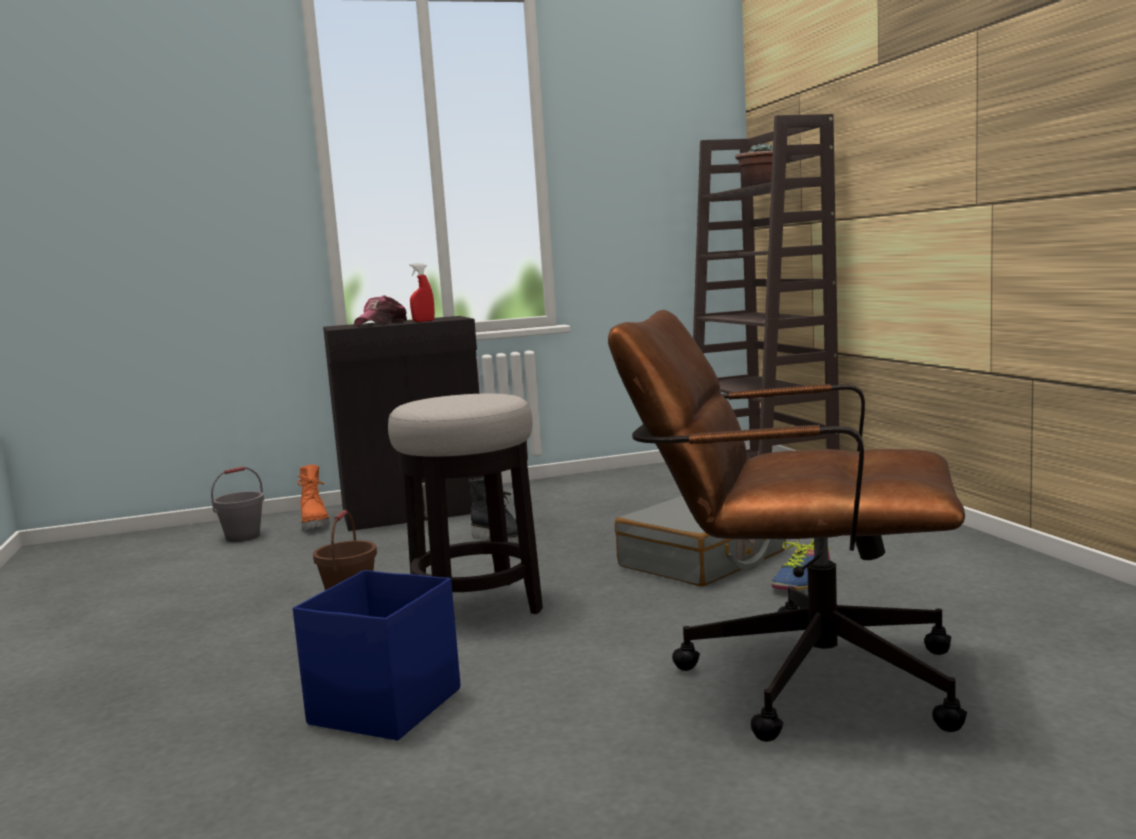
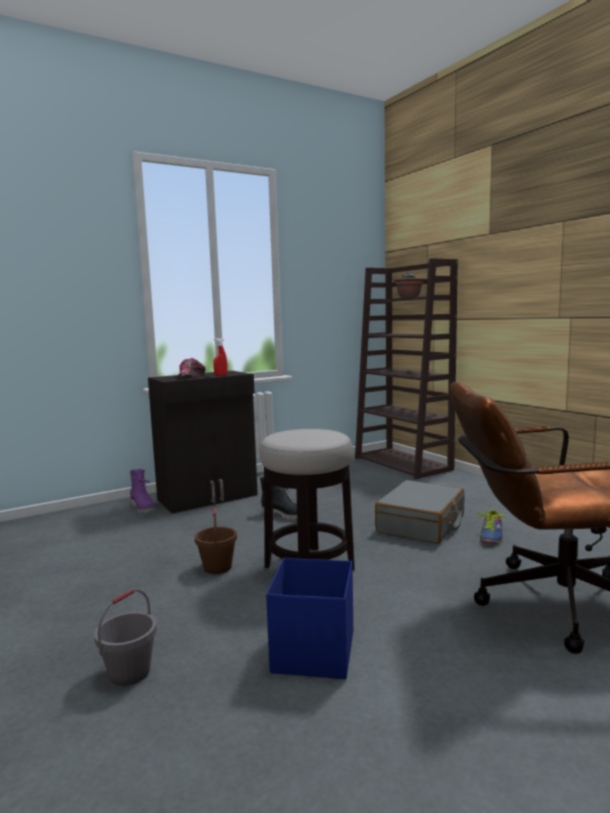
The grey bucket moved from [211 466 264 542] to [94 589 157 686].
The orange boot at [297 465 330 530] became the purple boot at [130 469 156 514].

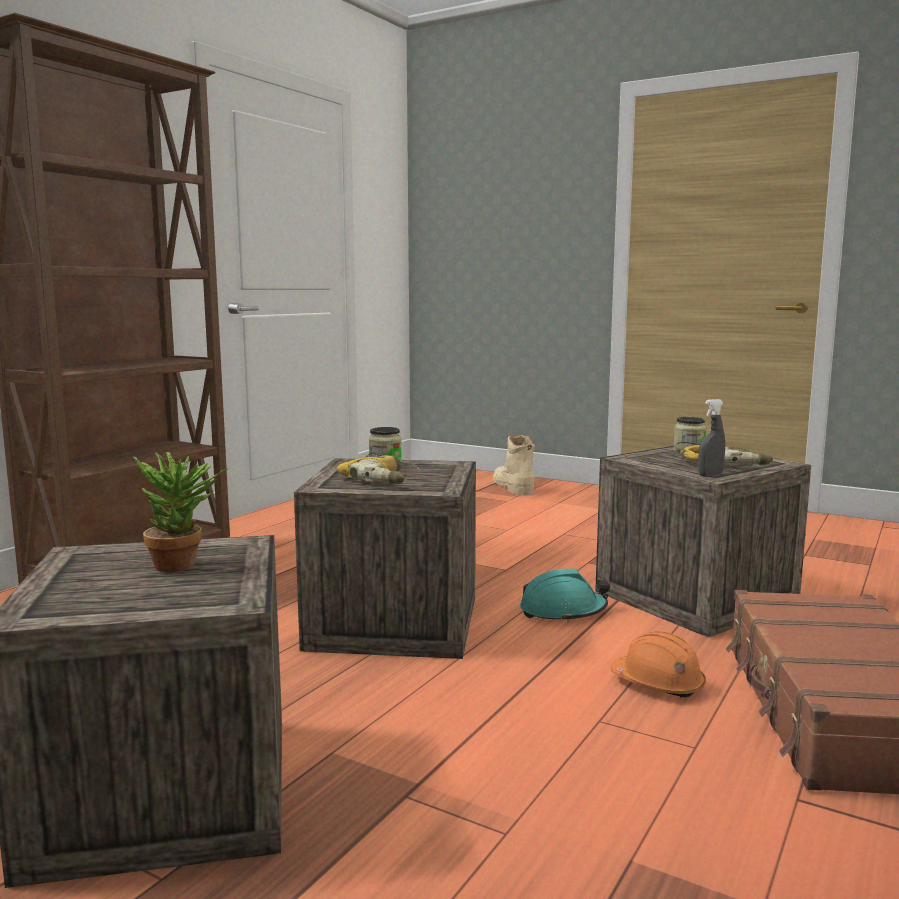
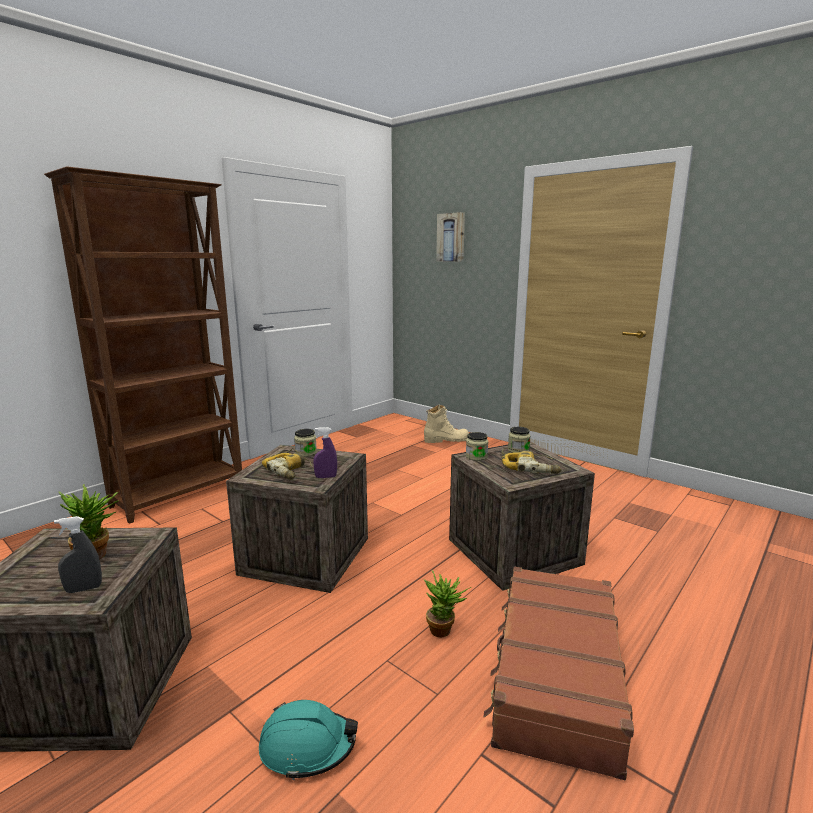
The grey spray bottle moved from [698 399 725 477] to [54 516 102 593].
The turquoise hard hat moved from [520 569 610 623] to [259 700 358 780].
The purple spray bottle at [313 427 337 478] appeared.
The beige boot at [493 436 535 496] turned 90 degrees clockwise.
The orange hard hat at [610 631 706 698] was replaced by the potted plant at [424 570 471 637].
The picture at [436 212 465 262] appeared.
The jar at [466 432 488 461] appeared.

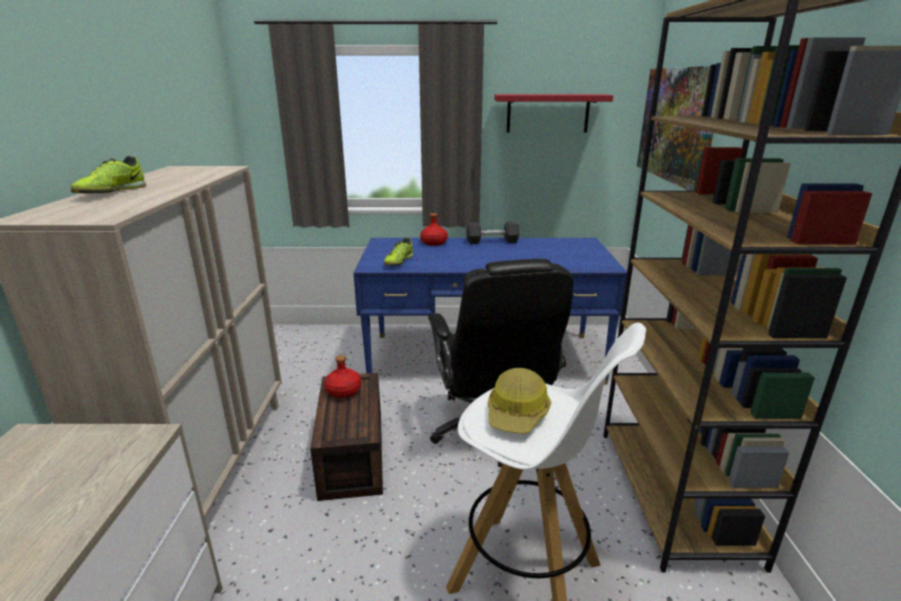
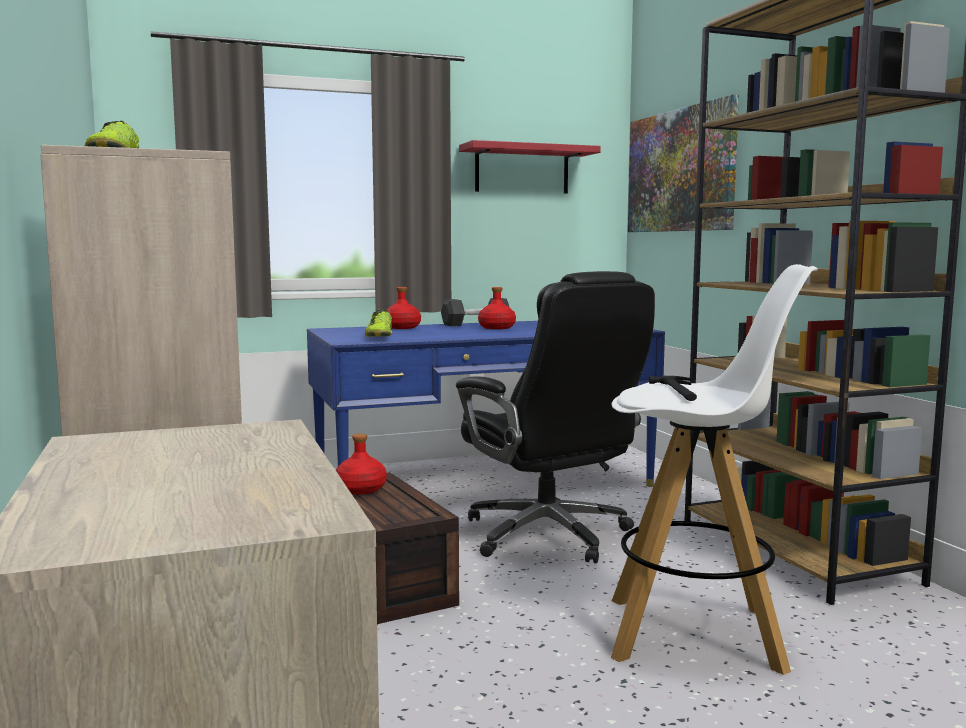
The red bottle at [478 287 516 329] appeared.
The hard hat at [488 368 551 434] was replaced by the hammer at [649 376 697 401].

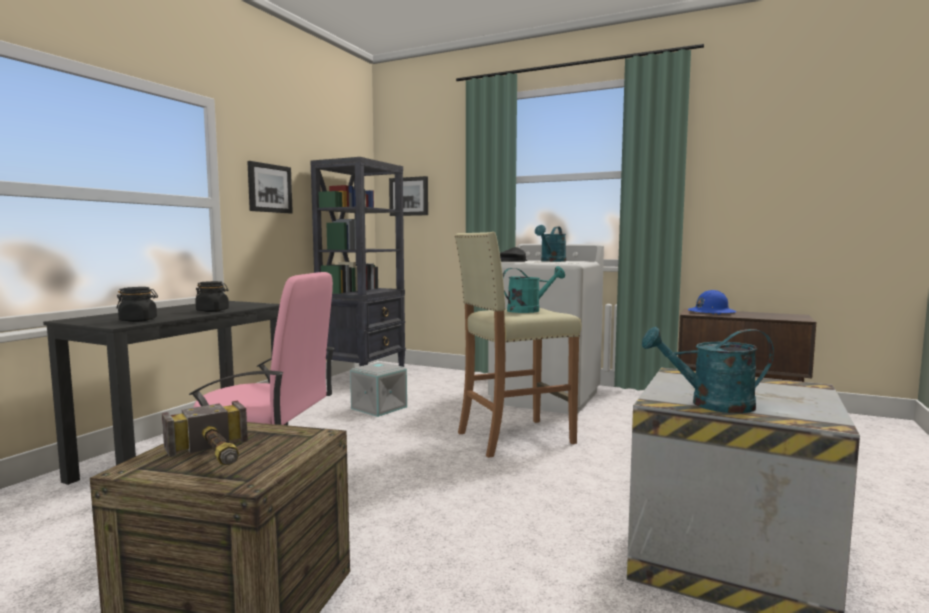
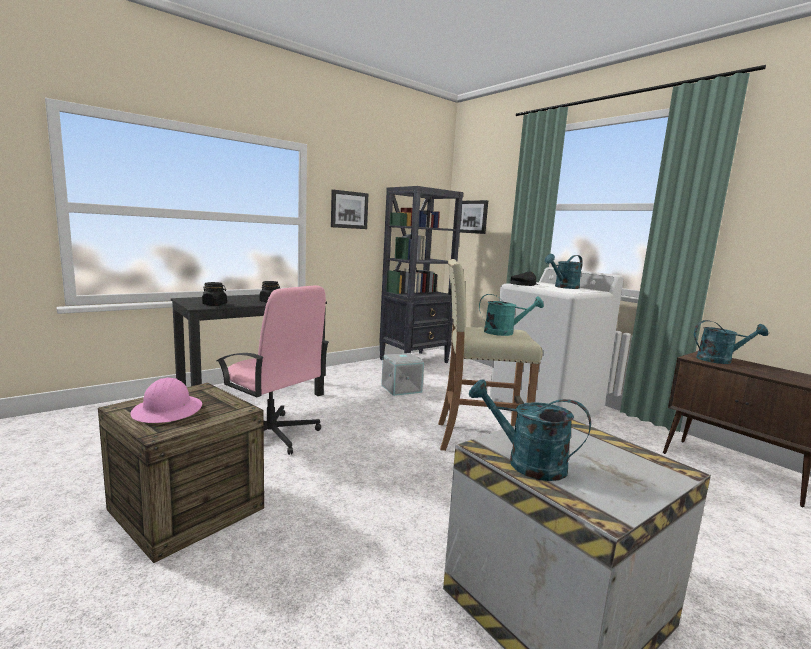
The hammer at [162 401 248 465] was replaced by the pink hard hat at [131 377 202 423].
The blue hard hat at [688 290 736 314] was replaced by the turquoise watering can at [694 320 768 364].

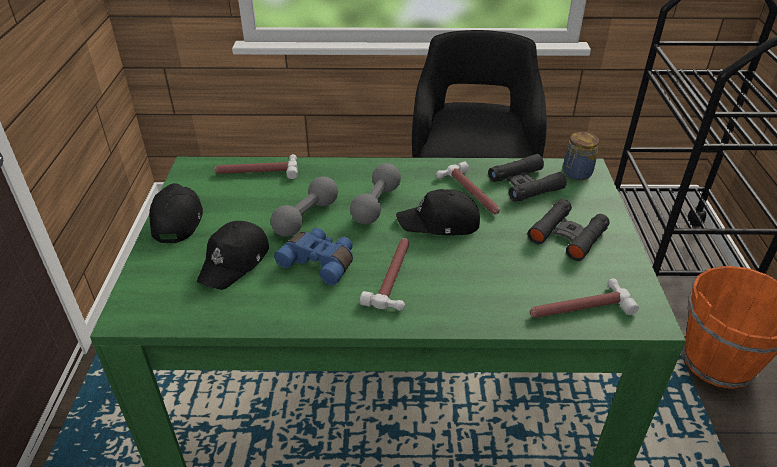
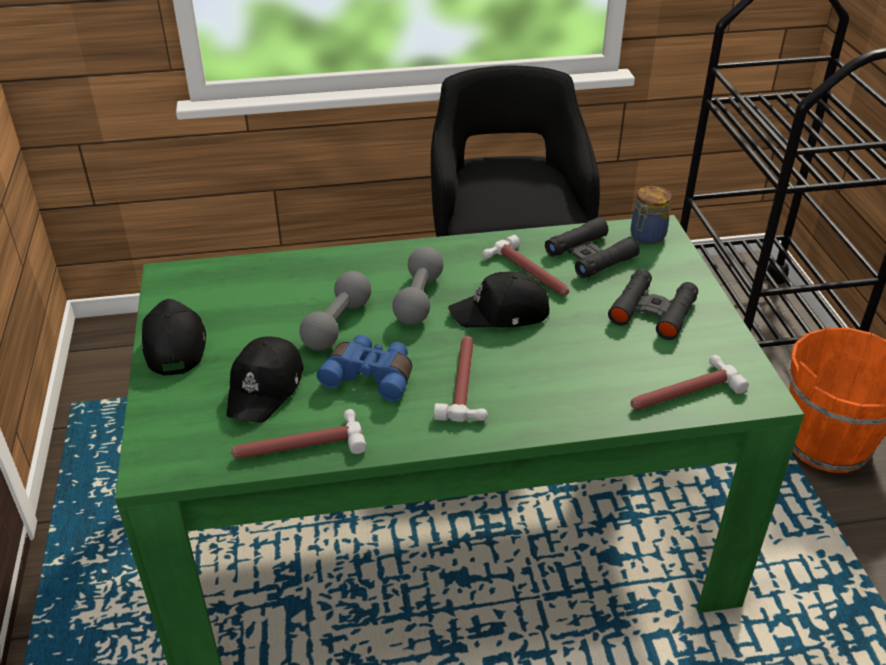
The hammer moved from [214 154 298 179] to [231 409 367 458].

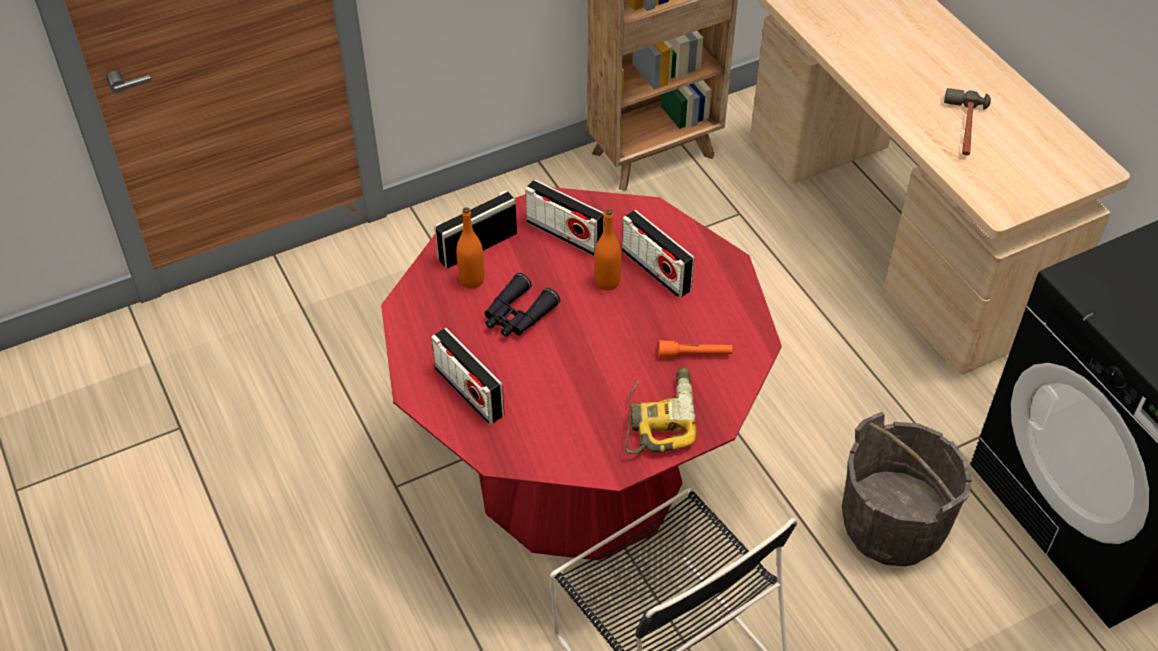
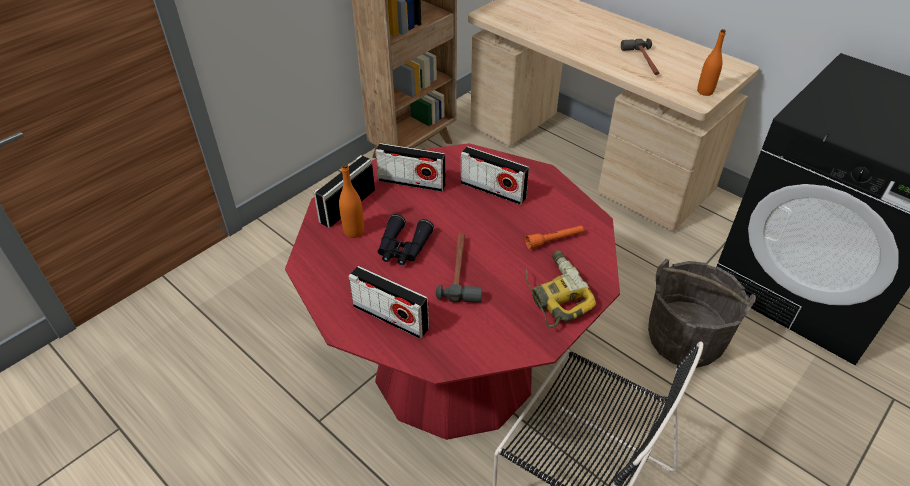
The hammer at [436 233 482 303] appeared.
The orange bottle moved from [595 209 621 290] to [697 29 726 96].

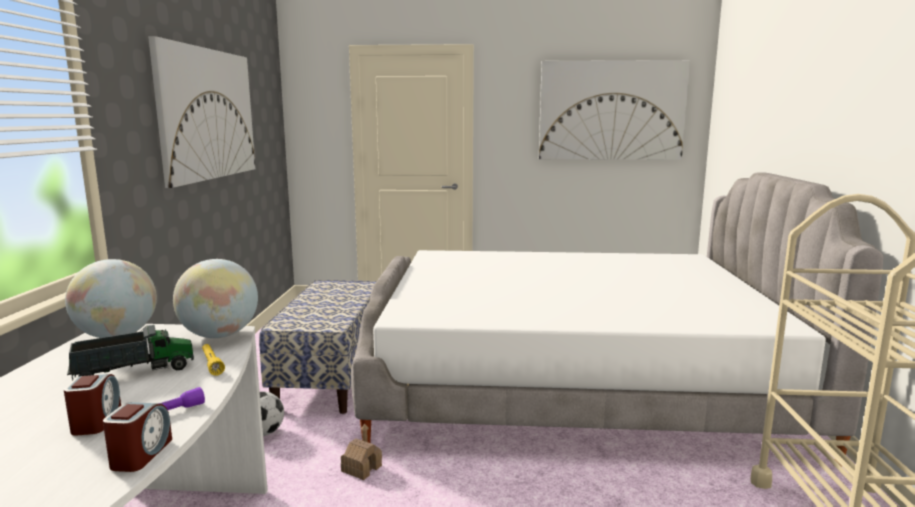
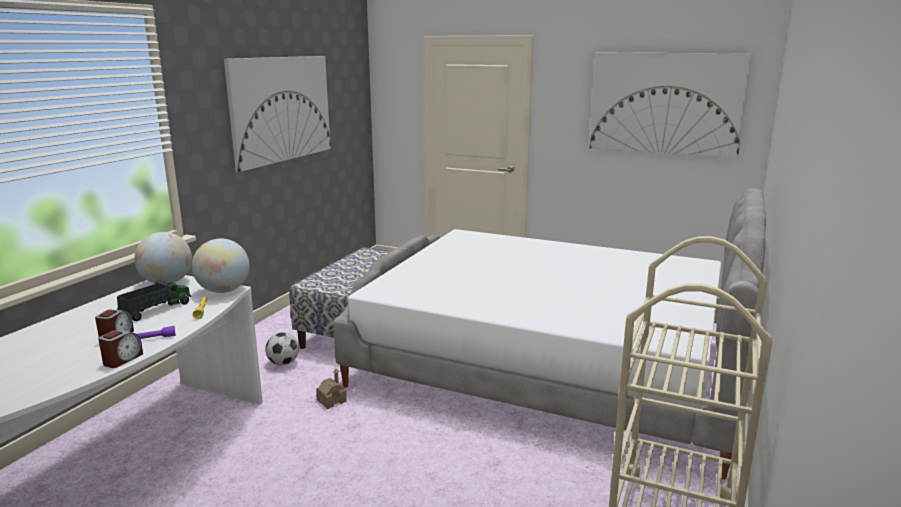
The toy truck at [67 325 194 381] turned 45 degrees counterclockwise.

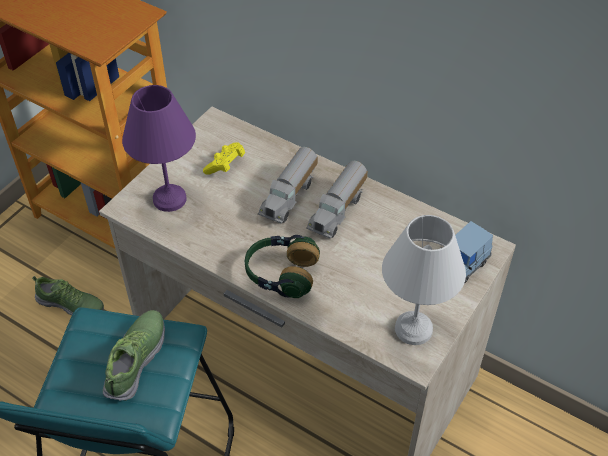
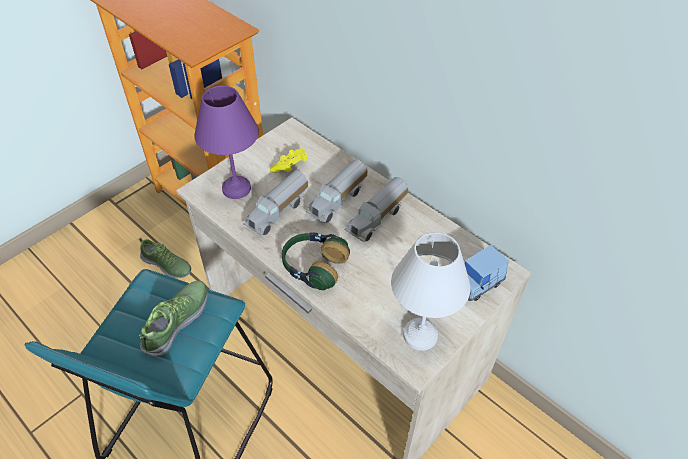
The toy truck at [243 170 308 235] appeared.

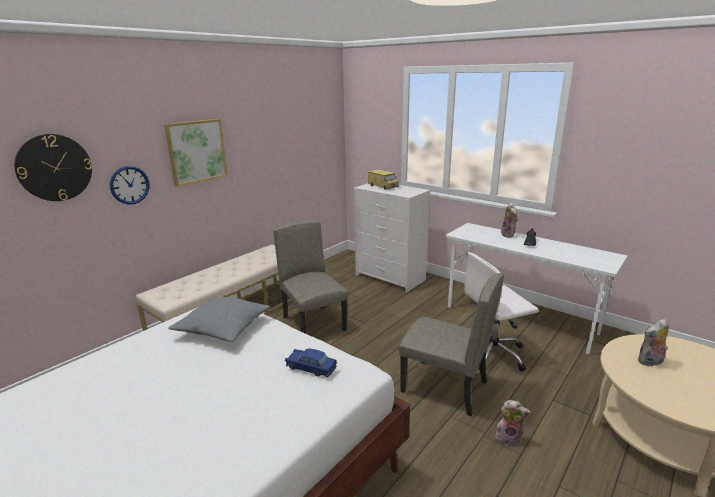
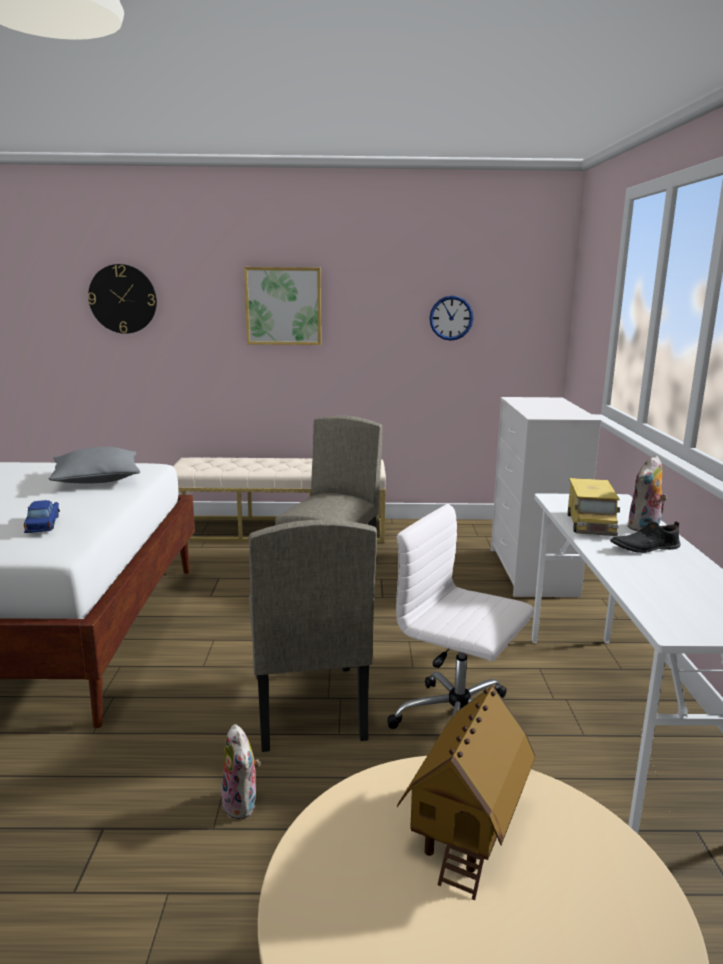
The plush toy at [637 319 669 366] was replaced by the toy house at [397 686 535 900].
The wall clock moved from [110 166 149 205] to [429 296 473 341].
The toy truck moved from [367 169 399 189] to [568 478 620 536].

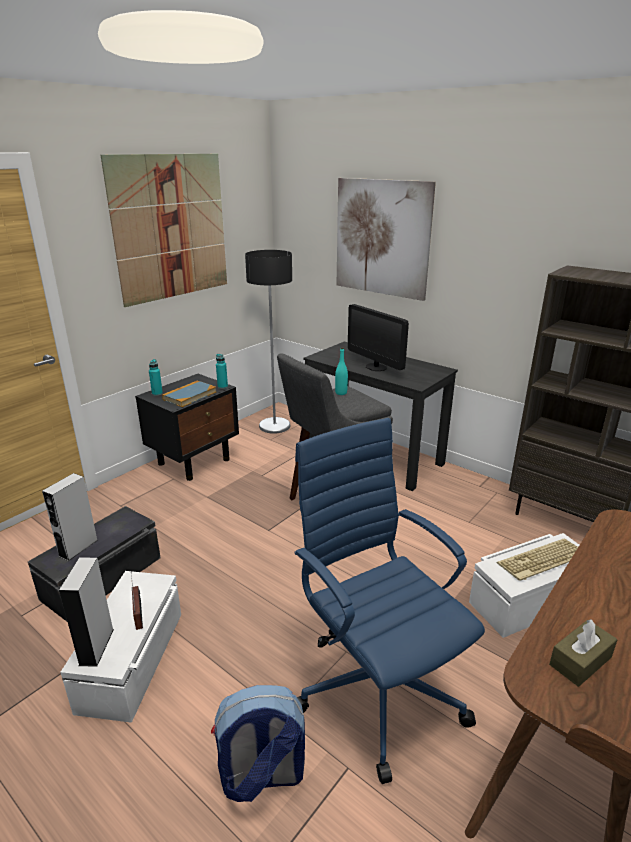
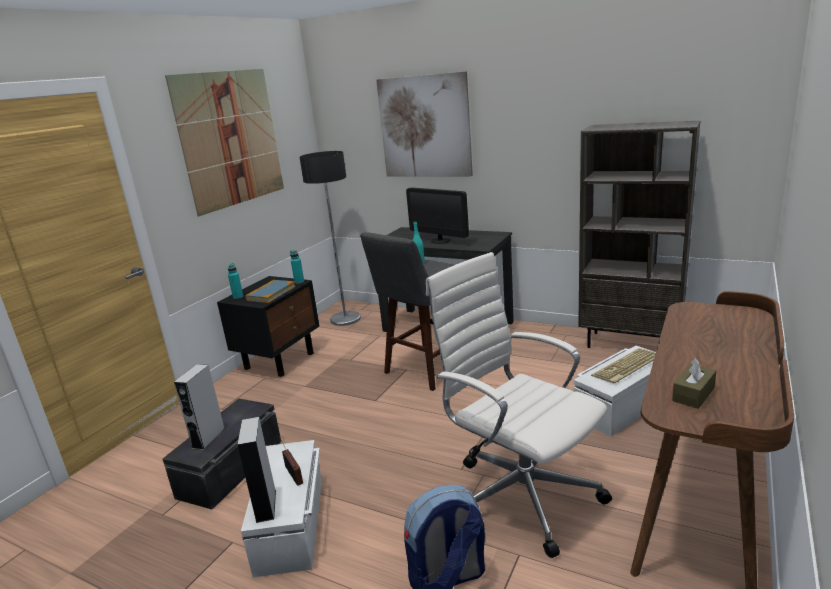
The blue office chair at [295 418 485 784] became the white office chair at [426 252 612 558].

